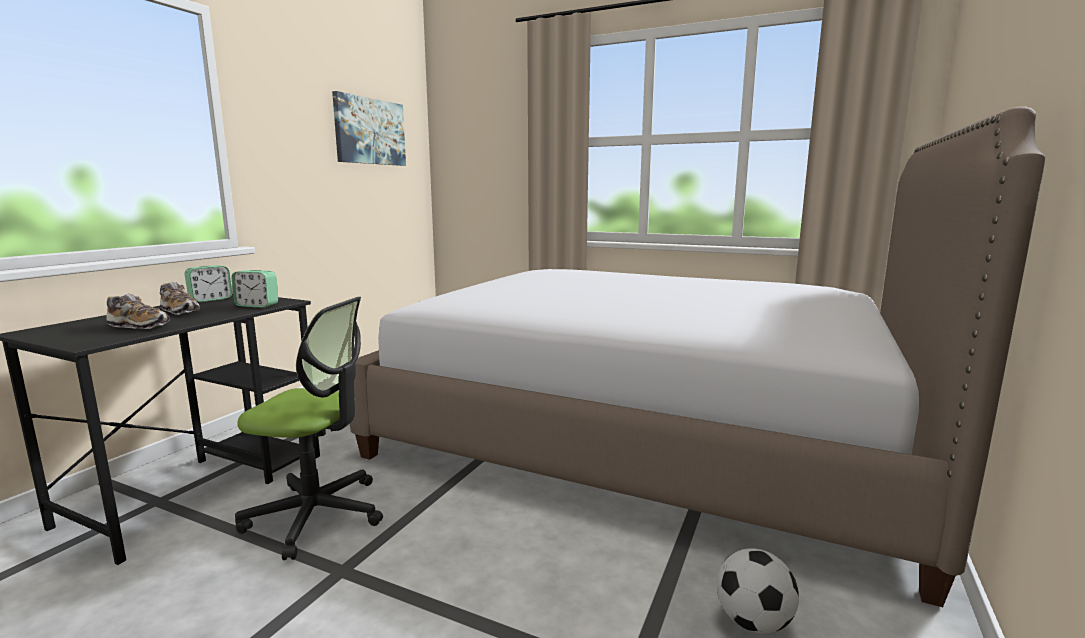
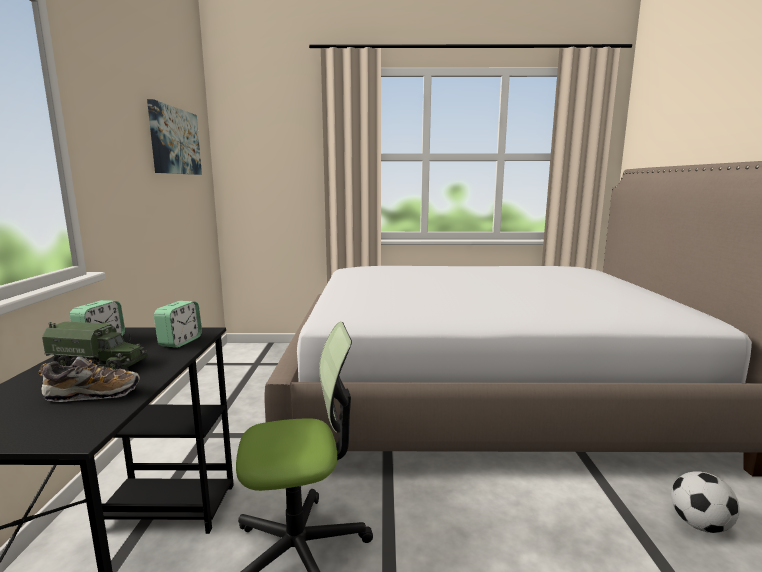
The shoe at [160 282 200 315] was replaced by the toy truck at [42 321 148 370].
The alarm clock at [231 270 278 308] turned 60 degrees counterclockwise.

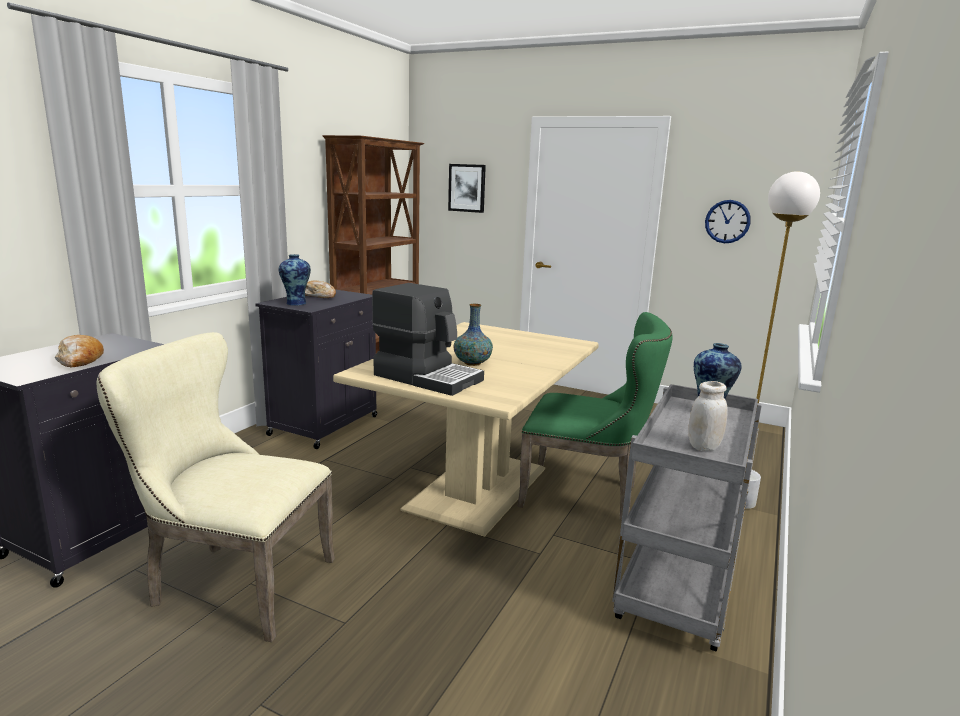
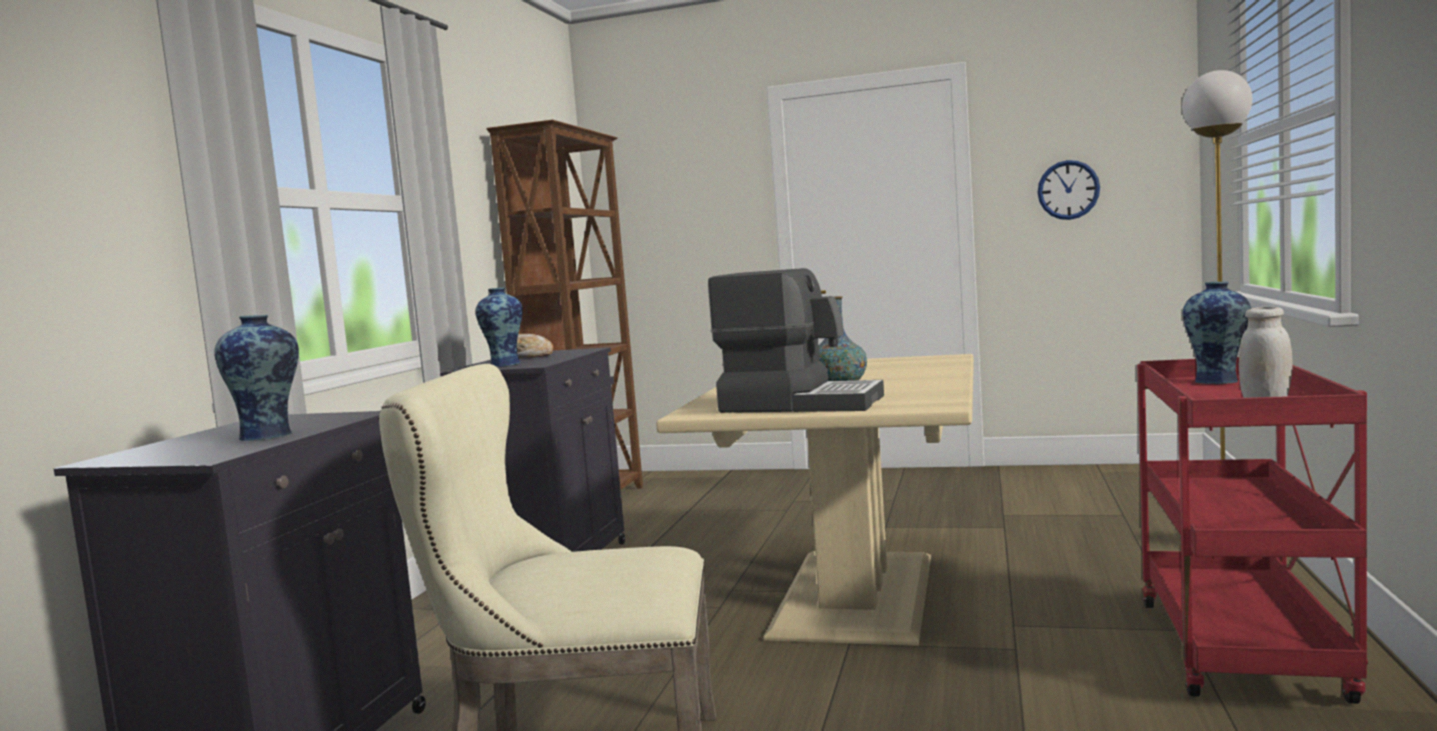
The bread at [55 335 104 368] was replaced by the vase at [214 315 299 441].
The grey cart at [612 384 762 652] became the red cart at [1137 357 1368 704].
The picture at [448 164 486 213] disappeared.
The green chair at [517 312 673 520] disappeared.

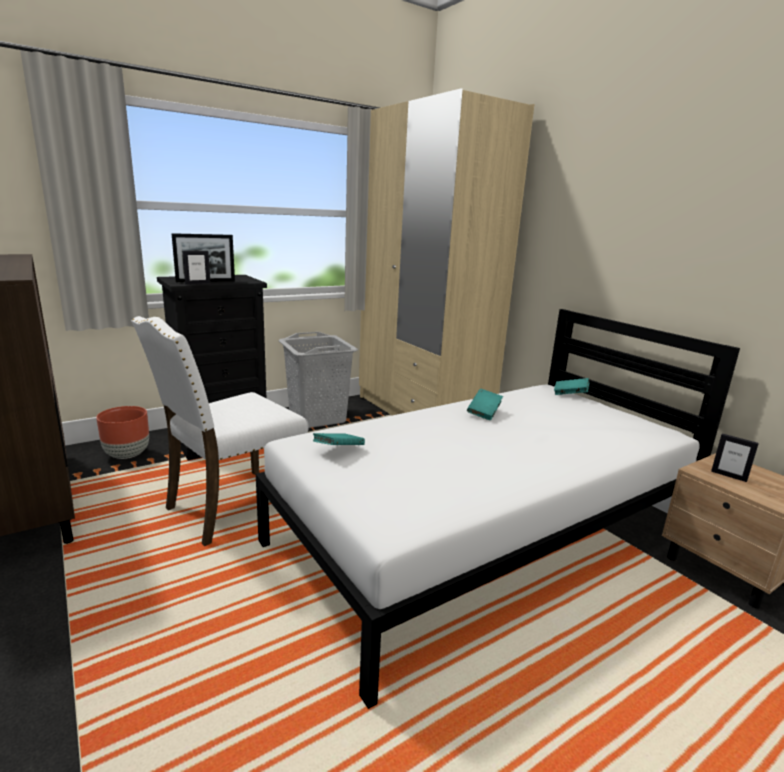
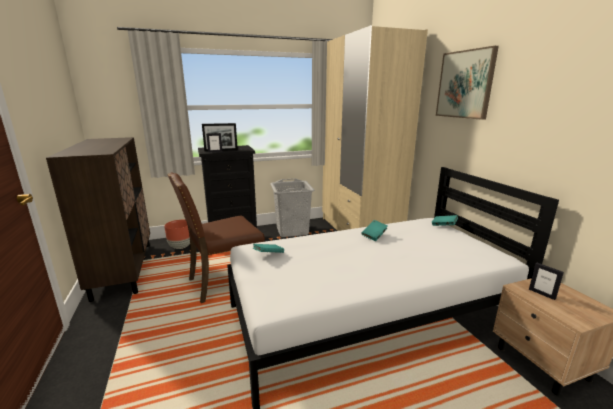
The white chair at [131 316 309 546] became the brown chair at [167 172 265 303].
The picture at [436 46 499 120] appeared.

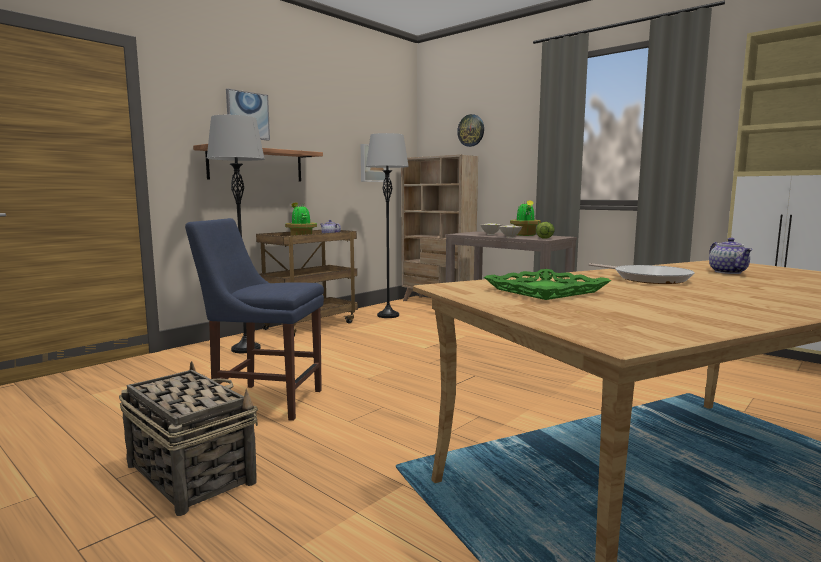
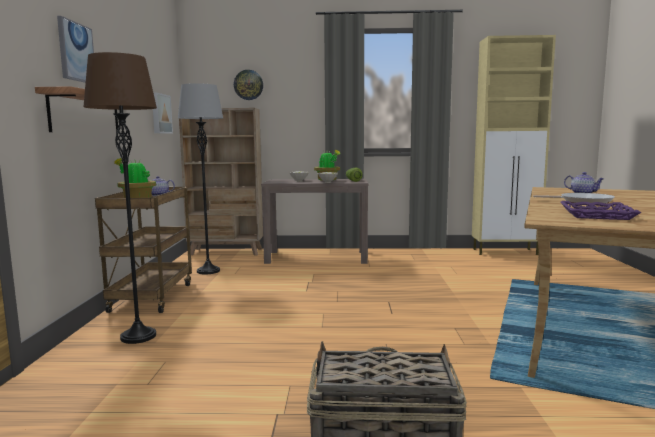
The grey floor lamp at [207 115 265 353] became the brown floor lamp at [83 52 157 344].
The green tray at [484 269 611 300] became the purple tray at [560 201 641 220].
The blue chair at [185 218 324 421] disappeared.

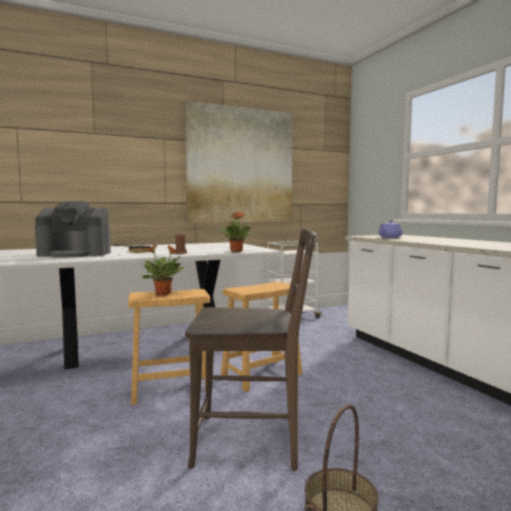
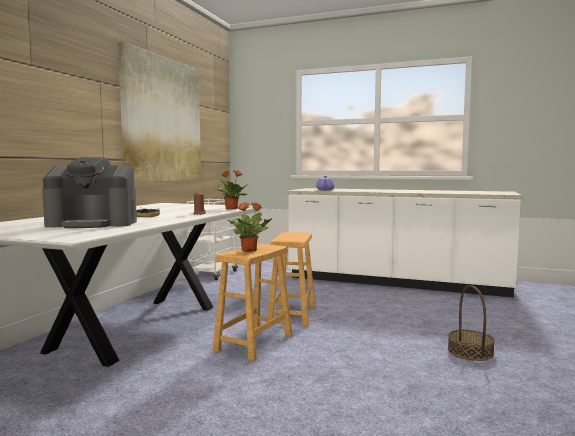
The coffee machine at [35 201 111 257] turned 45 degrees clockwise.
The brown chair at [185 229 317 471] disappeared.

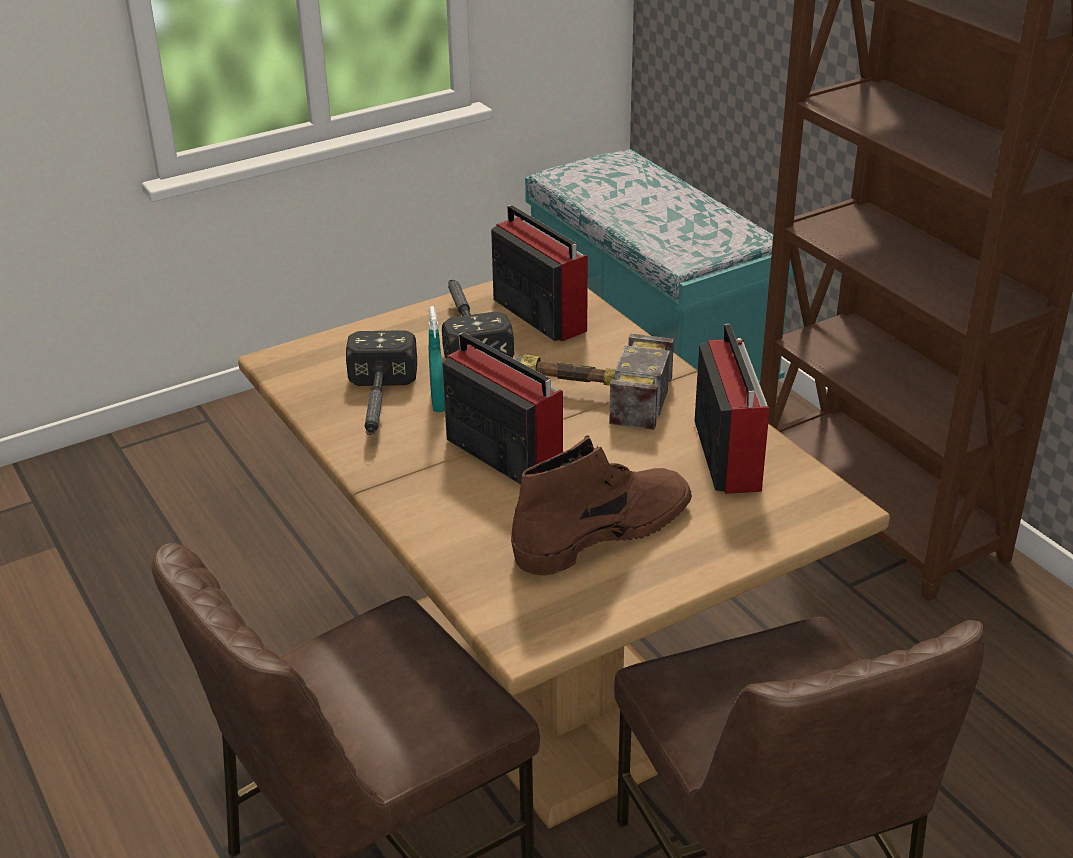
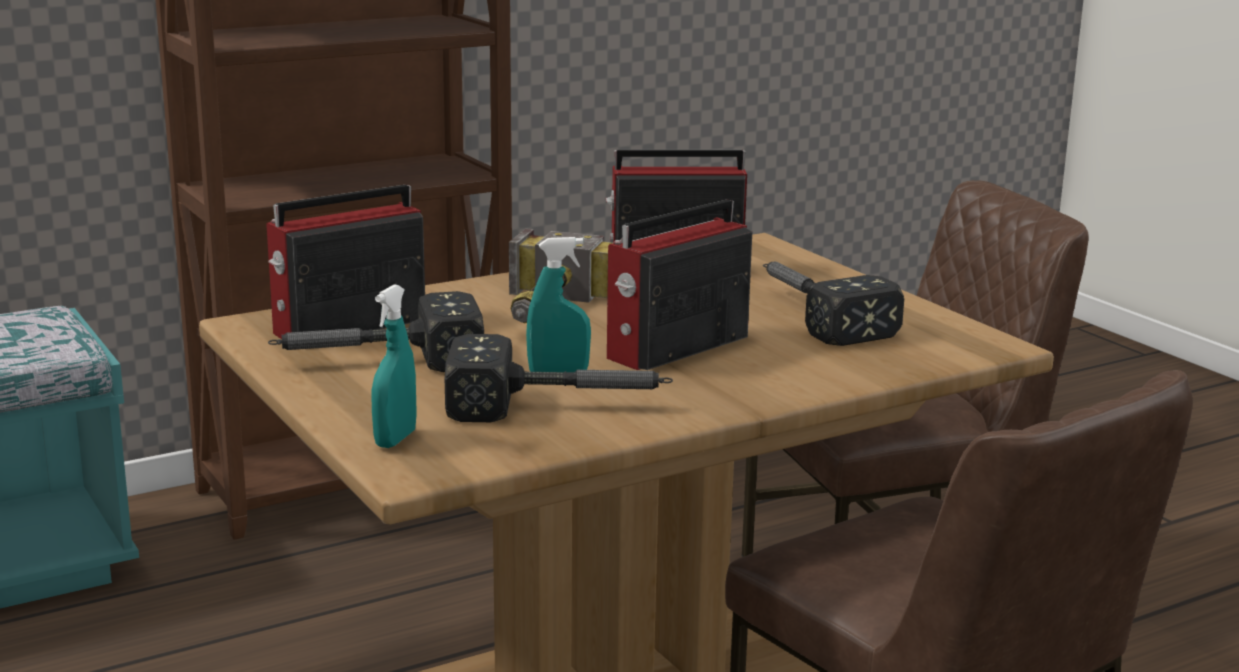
The turquoise spray bottle at [372 285 417 448] appeared.
The brown boot at [511 435 692 575] was replaced by the hammer at [763 262 904 346].

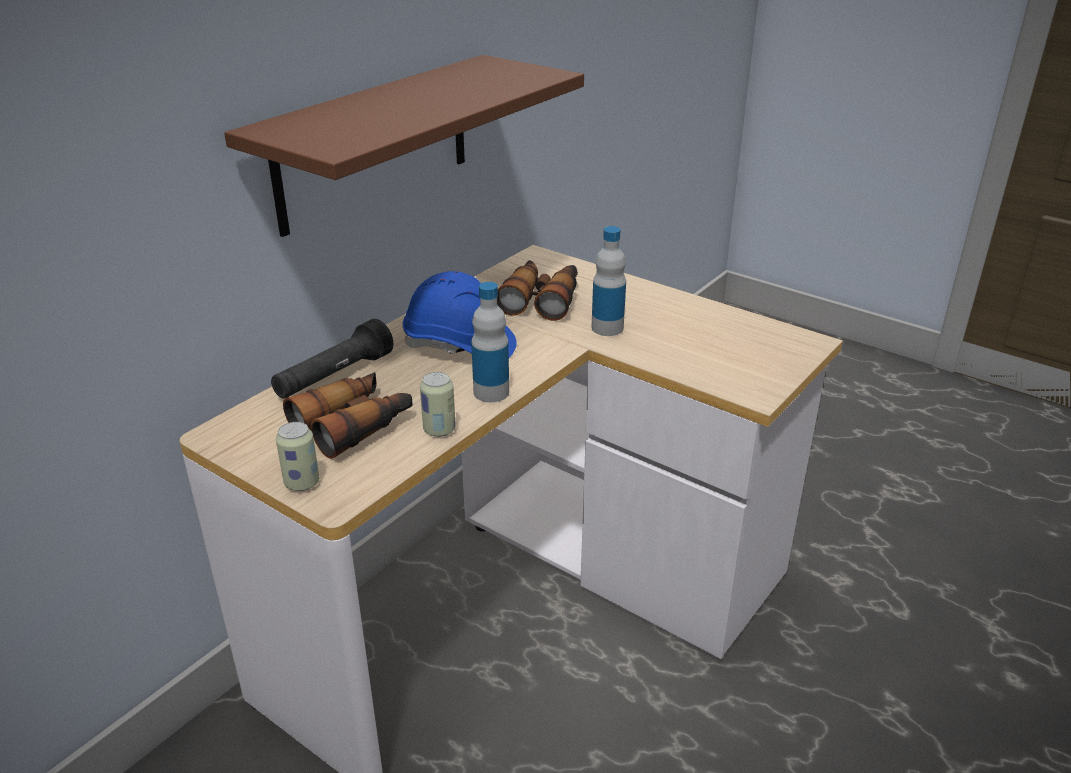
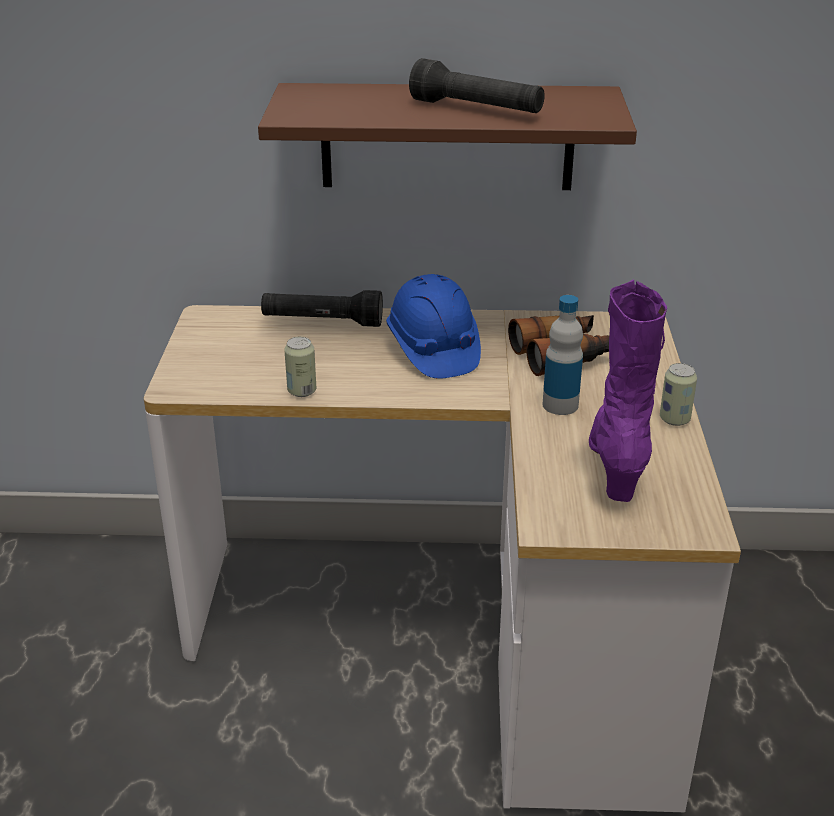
The black flashlight at [409 58 545 113] appeared.
The purple boot at [589 280 667 502] appeared.
The can moved from [276 422 320 491] to [660 363 697 426].
The binoculars at [283 372 413 459] disappeared.
The bottle at [471 282 509 402] disappeared.

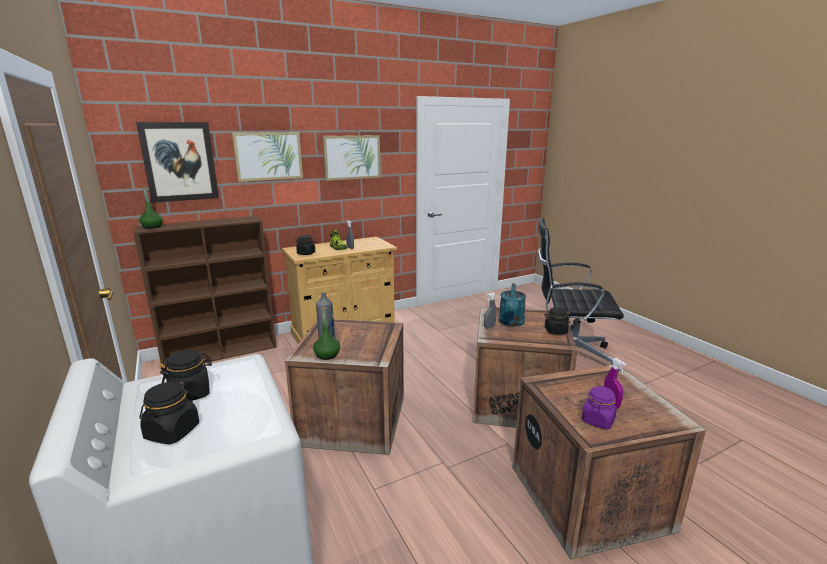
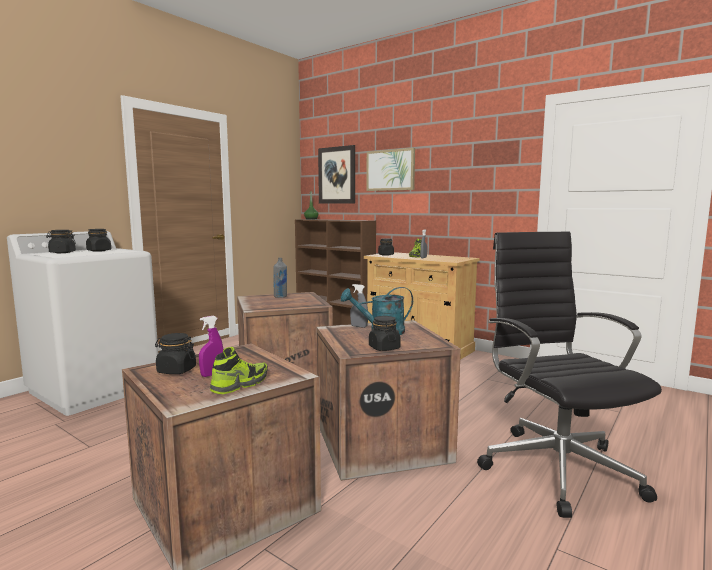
The purple jar at [582 386 617 429] became the black jar at [155 333 196 374].
The shoe at [210 347 268 394] appeared.
The green bottle at [313 307 340 360] disappeared.
The picture at [322 135 381 181] disappeared.

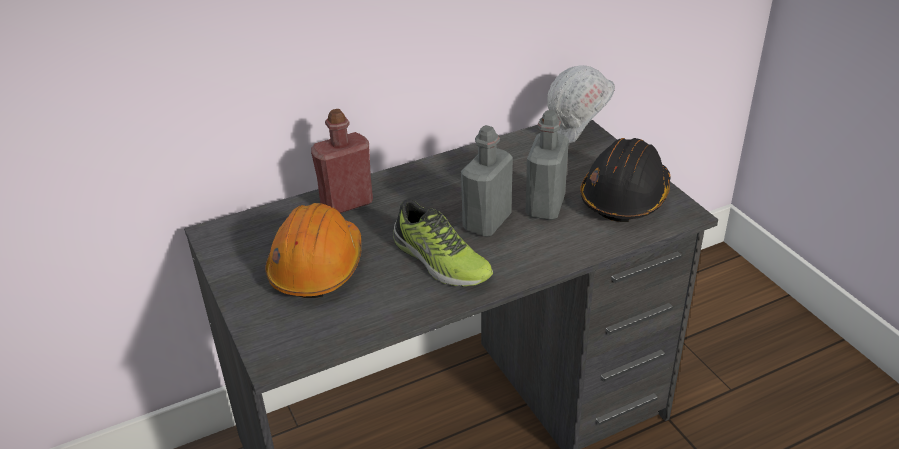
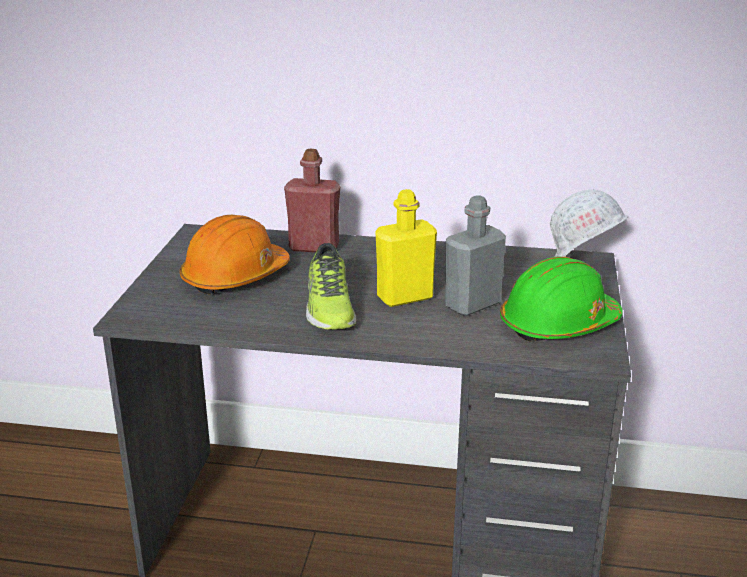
The grey bottle at [461 125 513 237] became the yellow bottle at [375 189 437 307].
The black hard hat at [580 138 670 222] became the green hard hat at [500 257 623 342].

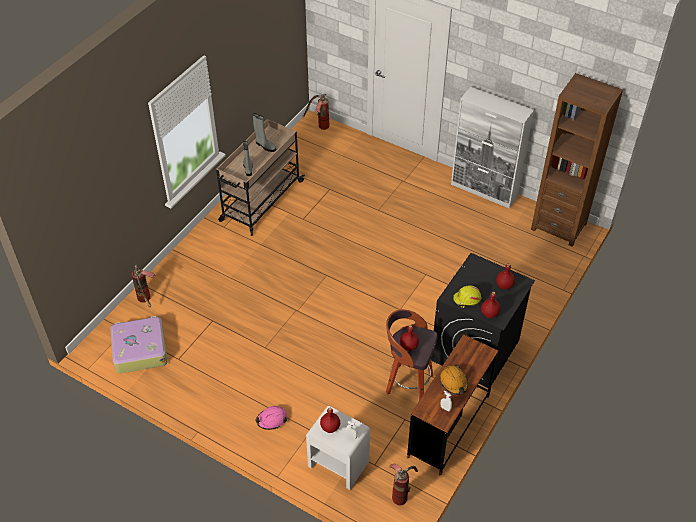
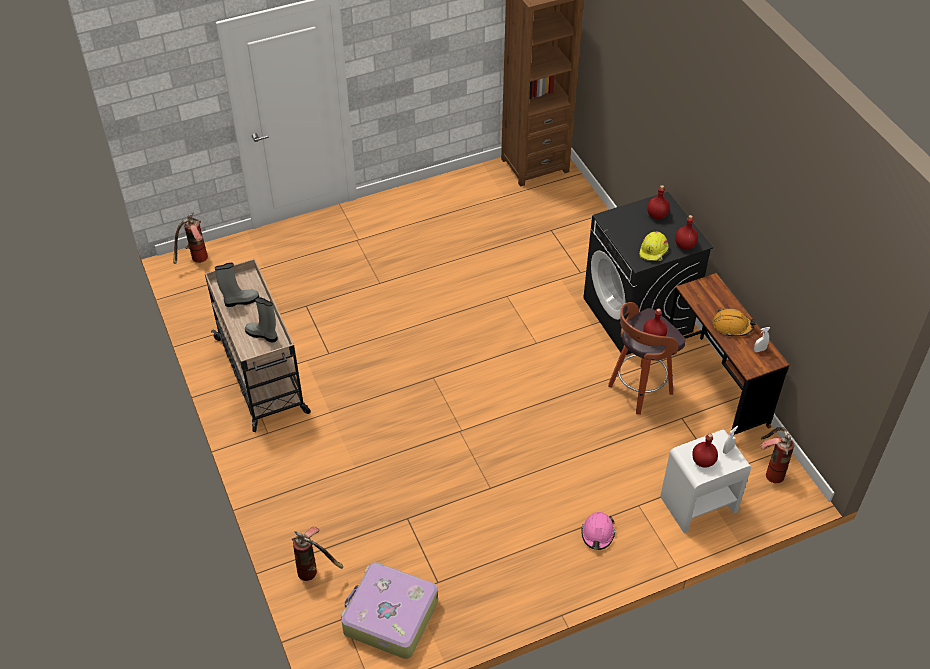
The white cabinet at [451 87 534 208] disappeared.

